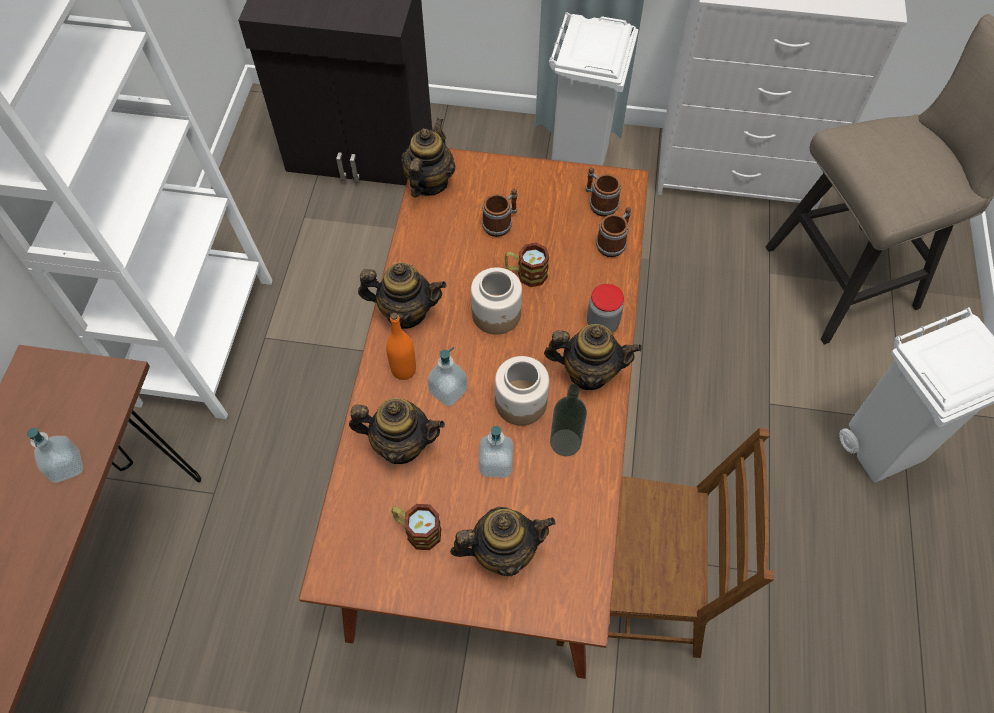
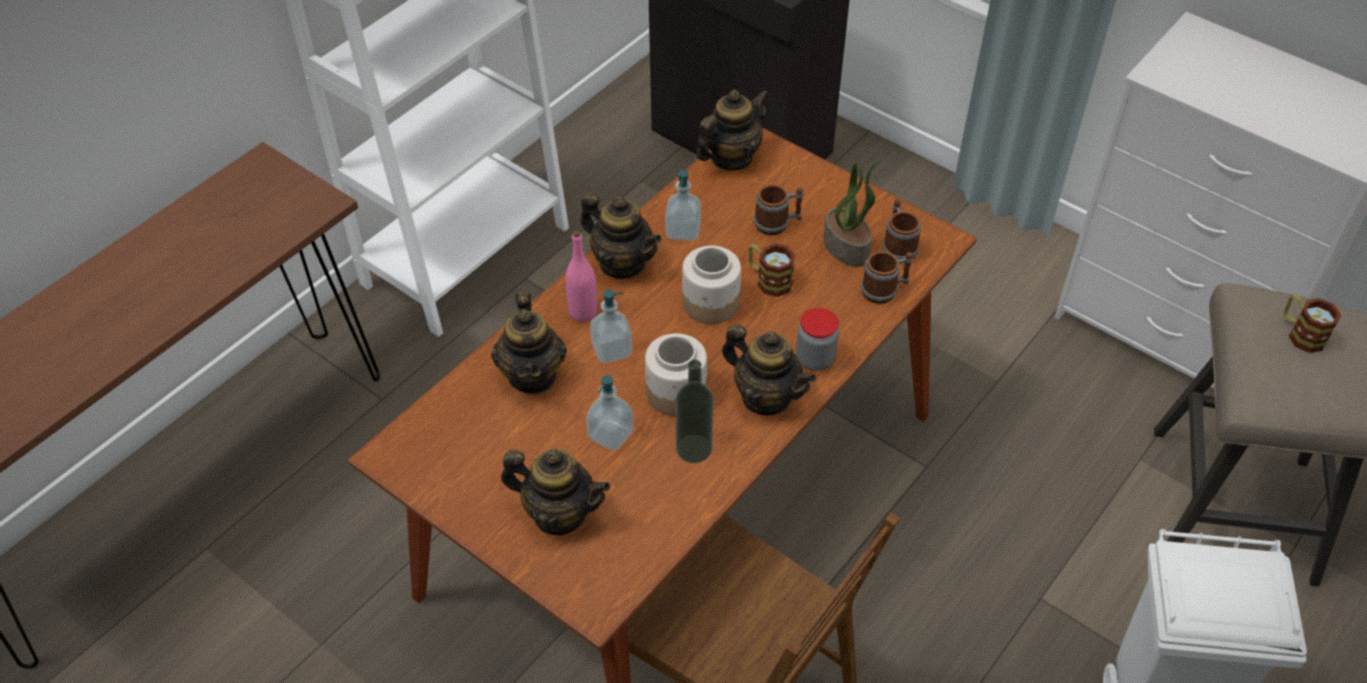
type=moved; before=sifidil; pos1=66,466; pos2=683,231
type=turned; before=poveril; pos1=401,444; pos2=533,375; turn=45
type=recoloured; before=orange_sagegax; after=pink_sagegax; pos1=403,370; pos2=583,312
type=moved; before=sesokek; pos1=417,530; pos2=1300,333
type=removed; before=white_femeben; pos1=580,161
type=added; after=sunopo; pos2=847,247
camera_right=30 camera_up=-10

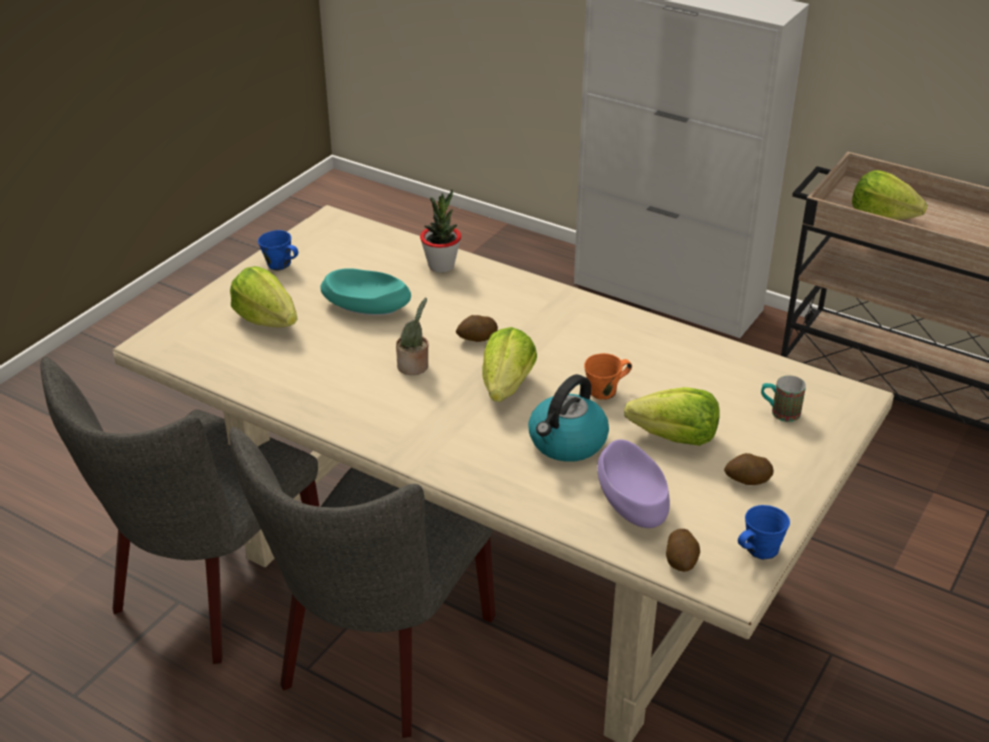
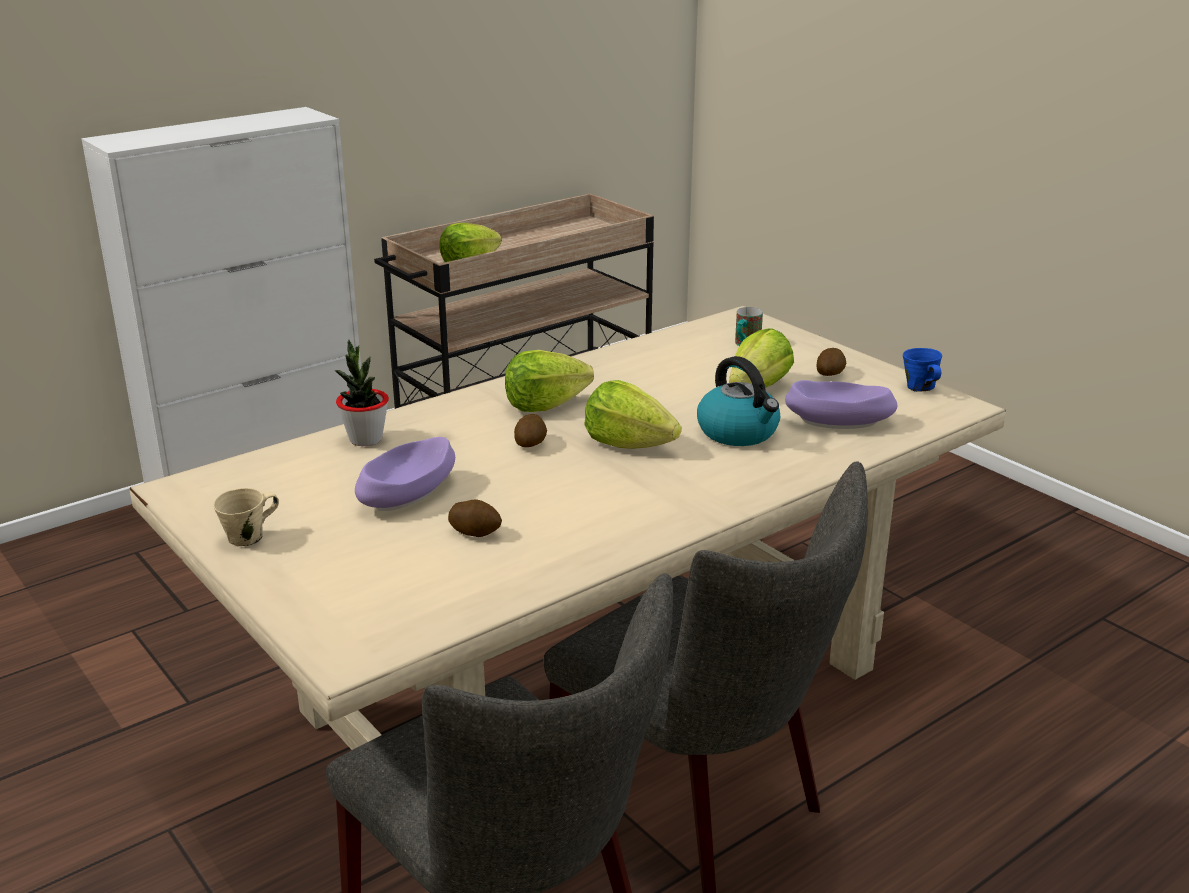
type=moved; before=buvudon; pos1=267,320; pos2=545,405
type=recoloured; before=blue_sesokek; after=beige_sesokek; pos1=280,265; pos2=248,537
type=recoloured; before=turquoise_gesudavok; after=purple_gesudavok; pos1=367,306; pos2=408,494
type=removed; before=sunopo; pos1=414,367
type=removed; before=orange_sesokek; pos1=604,391
type=moved; before=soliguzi; pos1=681,561; pos2=475,532
camera_right=-70 camera_up=-10

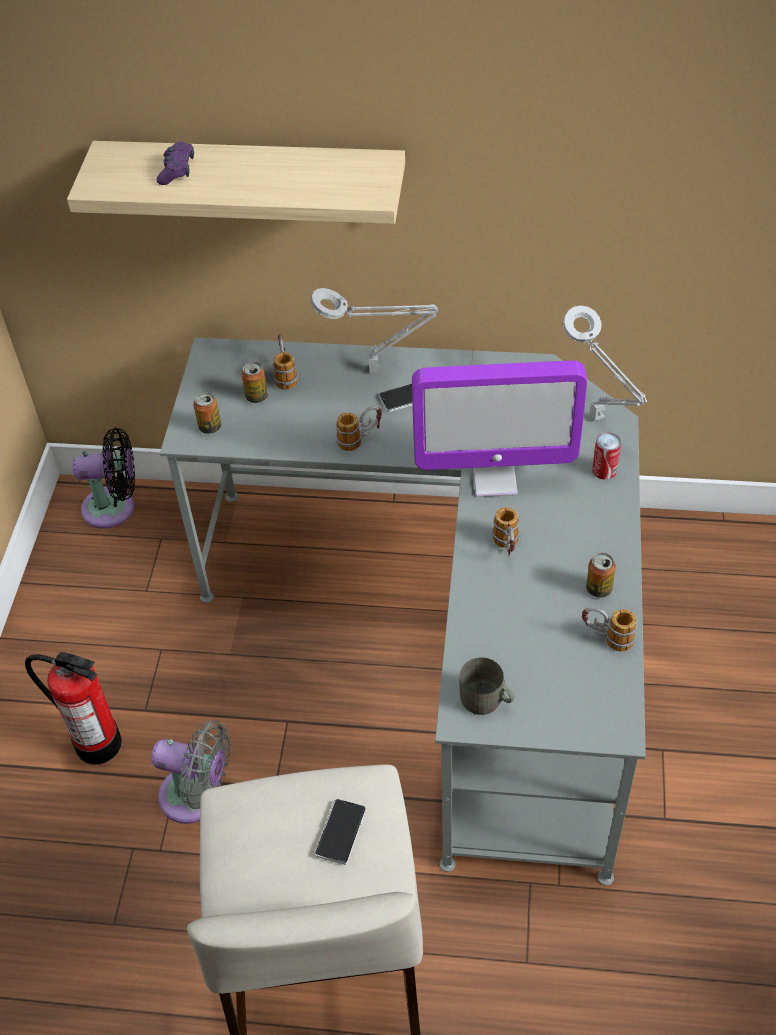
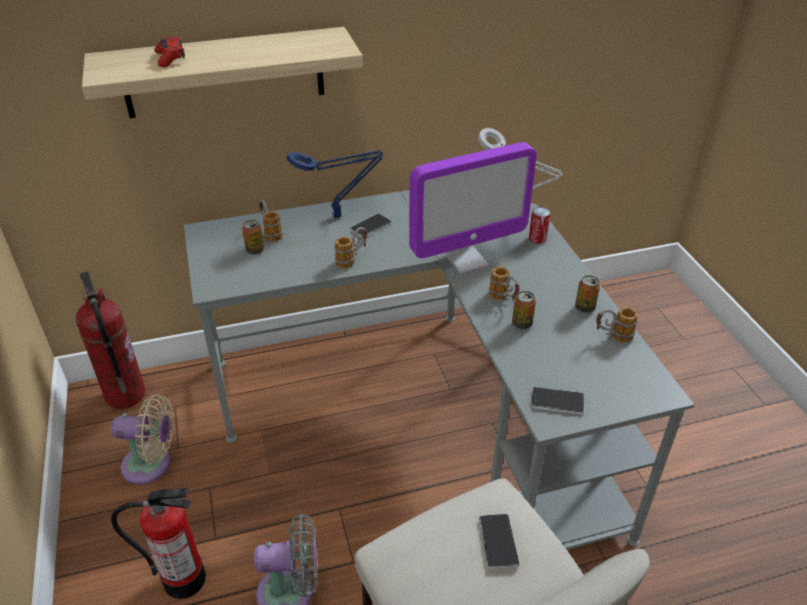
type=replaced; before=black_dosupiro; after=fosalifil; pos1=114,507; pos2=125,395
type=recoloured; before=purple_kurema; after=red_kurema; pos1=177,170; pos2=170,58
type=moved; before=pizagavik; pos1=210,427; pos2=522,324
type=recoloured; before=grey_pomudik; after=blue_pomudik; pos1=378,370; pos2=339,215
type=replaced; before=grey_sesokek; after=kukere; pos1=486,700; pos2=557,402
type=added; after=beige_dosupiro; pos2=152,465
camera_right=-25 camera_up=-10

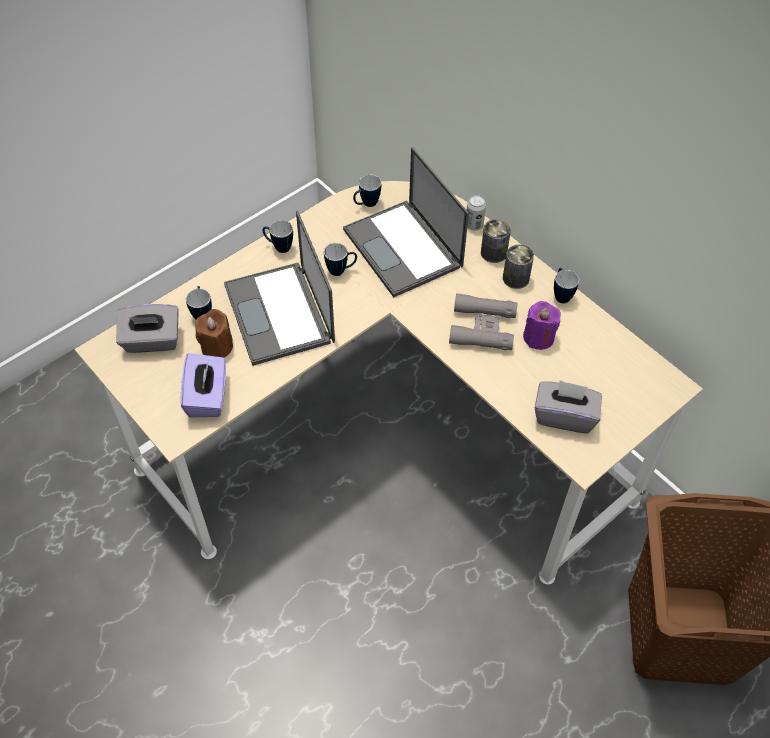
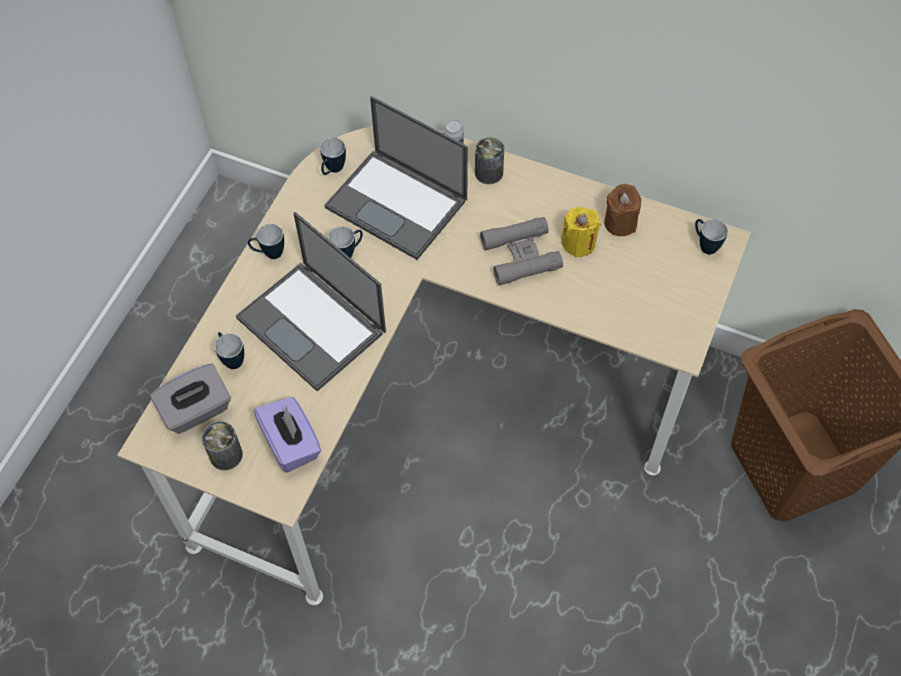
type=moved; before=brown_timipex; pos1=217,347; pos2=620,223
type=moved; before=pizagavik; pos1=516,278; pos2=226,455
type=recoloured; before=purple_timipex; after=yellow_timipex; pos1=538,337; pos2=578,243
type=removed; before=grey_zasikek; pos1=564,416
type=moved; before=sesokek; pos1=561,294; pos2=704,245
camera_right=-25 camera_up=5

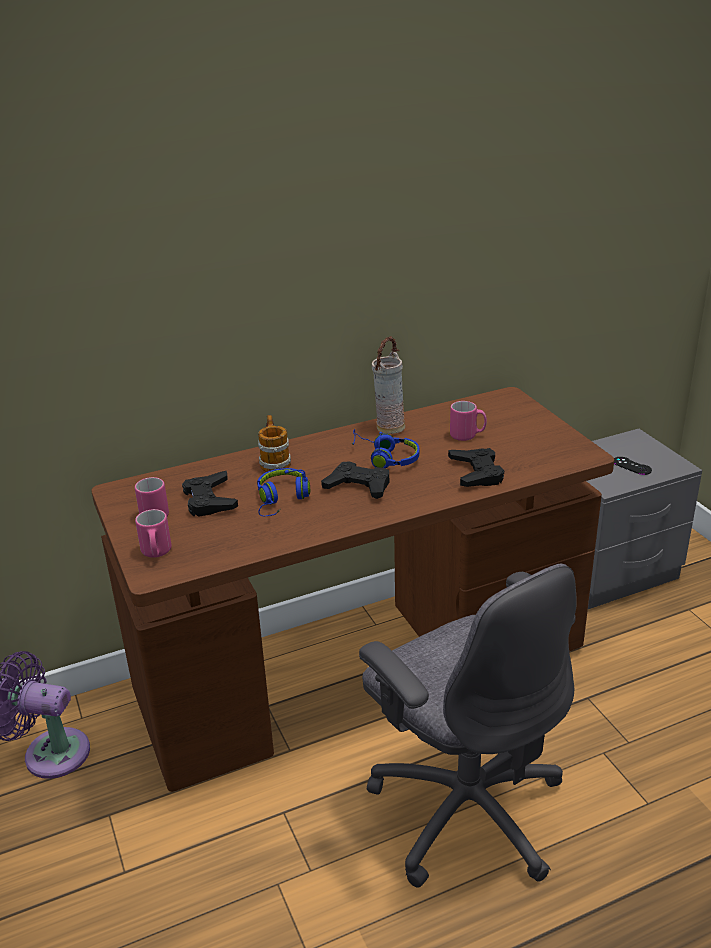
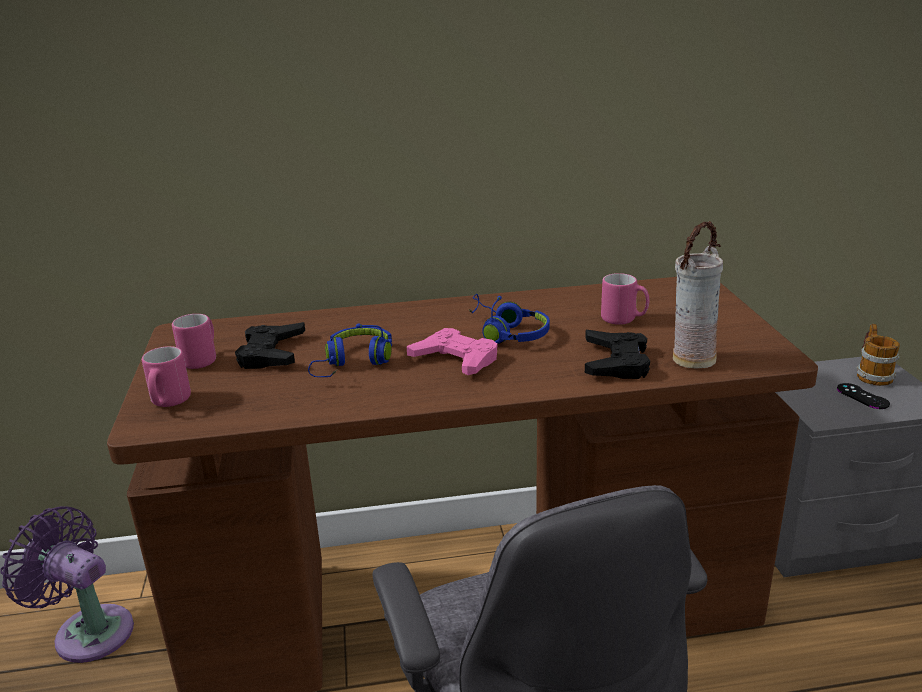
type=moved; before=sesokek; pos1=274,461; pos2=871,374
type=recoloured; before=black_kurema; after=pink_kurema; pos1=358,486; pos2=455,359
type=moved; before=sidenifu; pos1=389,427; pos2=691,359
camera_right=15 camera_up=-5

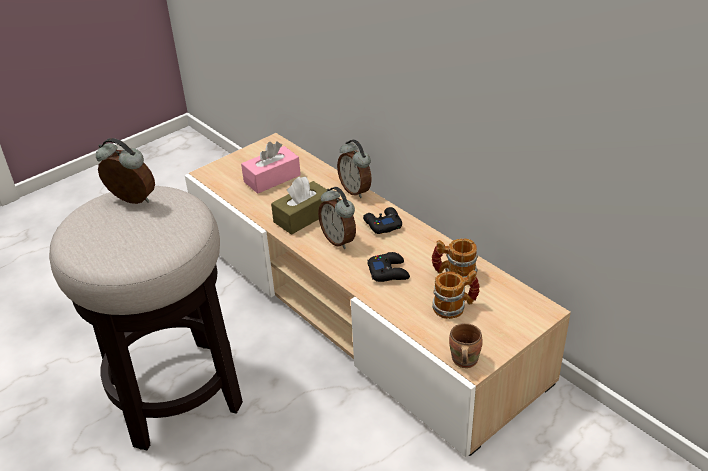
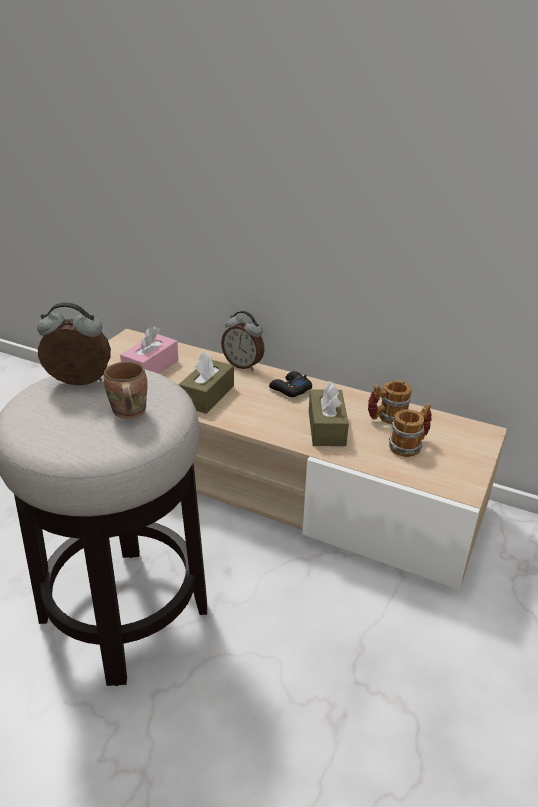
type=removed; before=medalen; pos1=339,240
type=replaced; before=black_kurema; after=brown_zasikek; pos1=389,272; pos2=326,428
type=moved; before=brown_sesokek; pos1=463,361; pos2=127,412
camera_right=-25 camera_up=-5

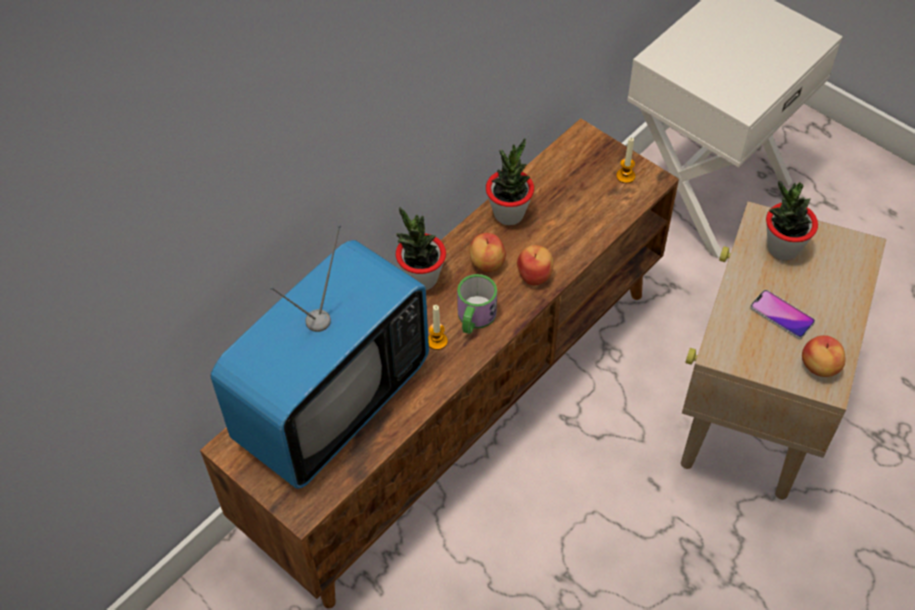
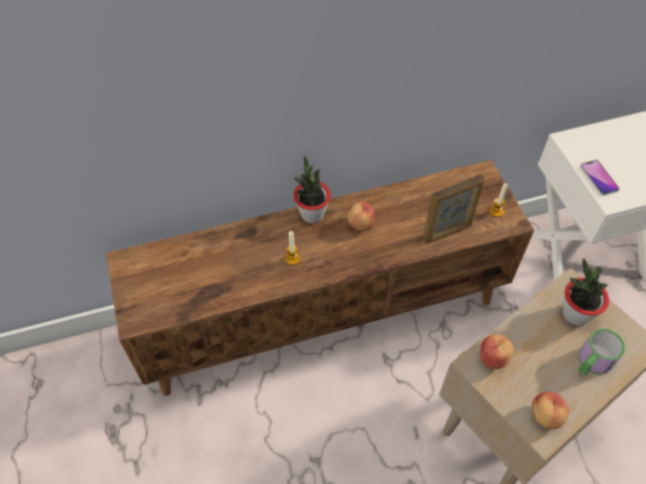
type=removed; before=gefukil; pos1=332,403
type=moved; before=sesokek; pos1=474,318; pos2=591,363
type=removed; before=sunopo; pos1=509,214
type=moved; before=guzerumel; pos1=535,275; pos2=493,358
type=moved; before=kukere; pos1=781,315; pos2=599,178
type=added; after=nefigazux; pos2=447,232
camera_right=30 camera_up=0

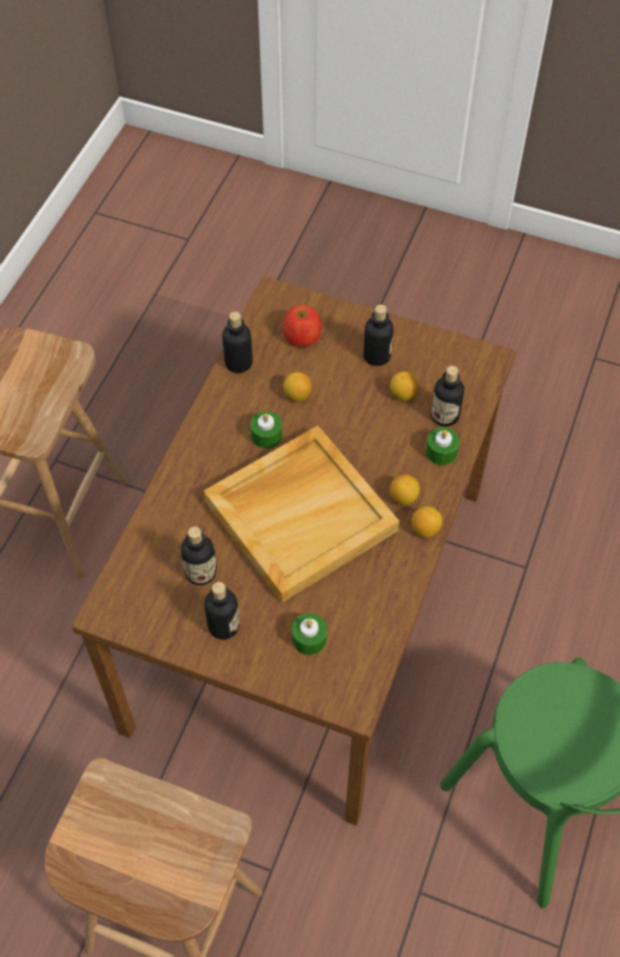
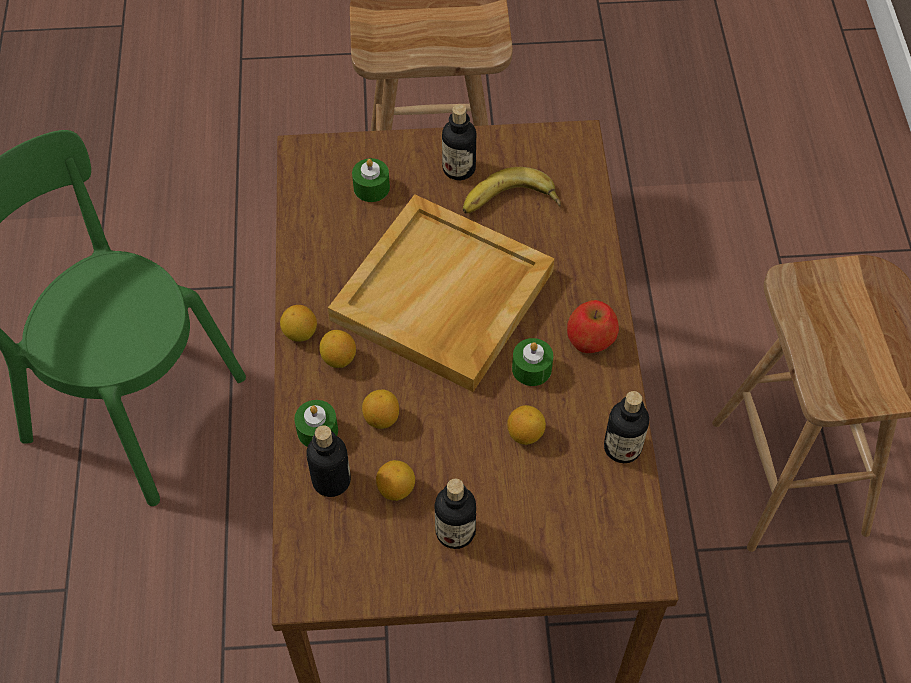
type=replaced; before=sagegax; after=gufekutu; pos1=201,572; pos2=510,204
type=moved; before=guzerumel; pos1=302,336; pos2=590,338
type=added; after=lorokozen; pos2=381,418
camera_right=155 camera_up=0

